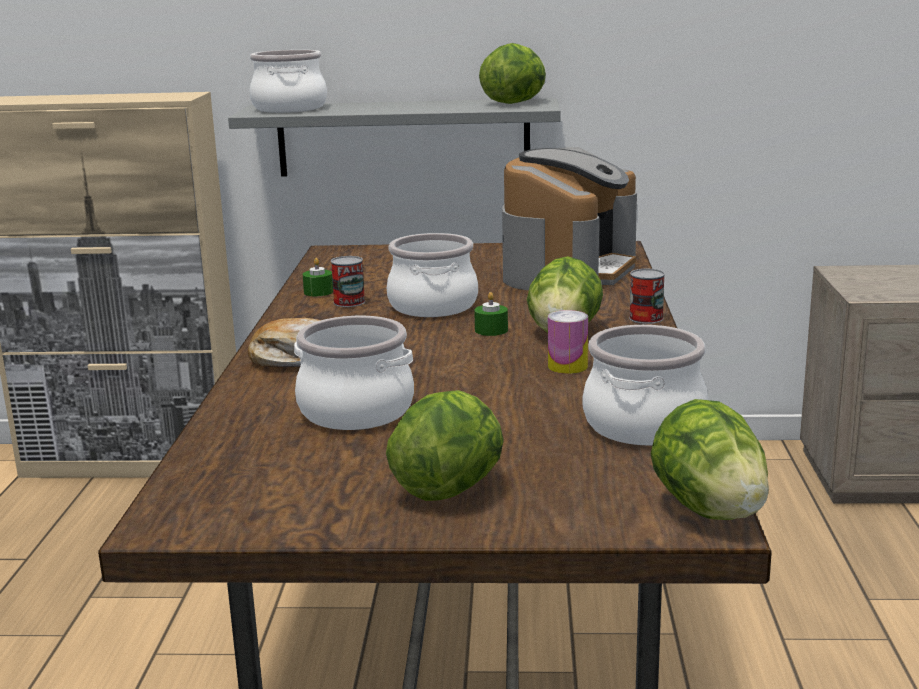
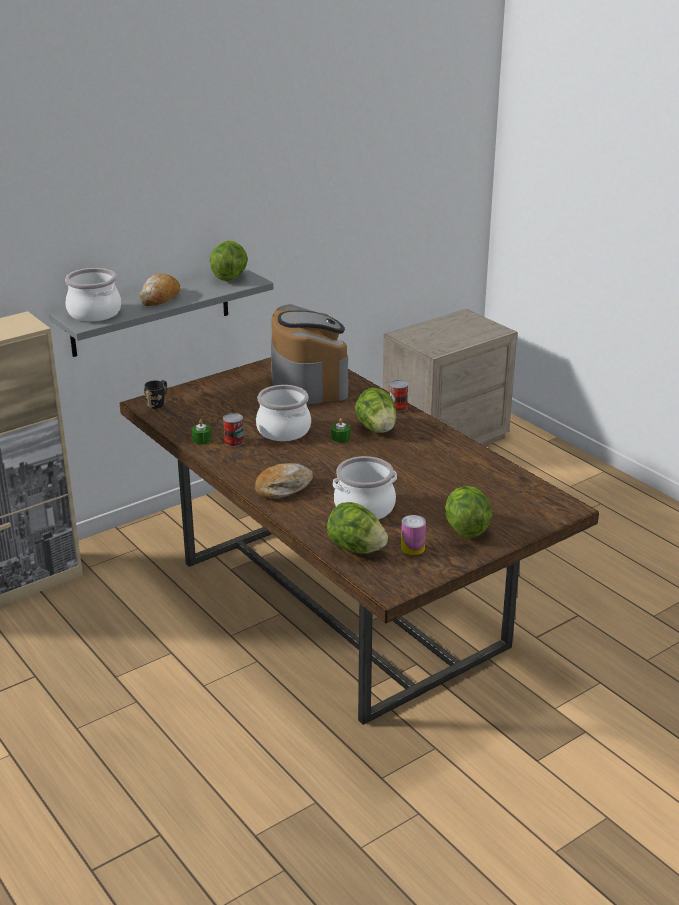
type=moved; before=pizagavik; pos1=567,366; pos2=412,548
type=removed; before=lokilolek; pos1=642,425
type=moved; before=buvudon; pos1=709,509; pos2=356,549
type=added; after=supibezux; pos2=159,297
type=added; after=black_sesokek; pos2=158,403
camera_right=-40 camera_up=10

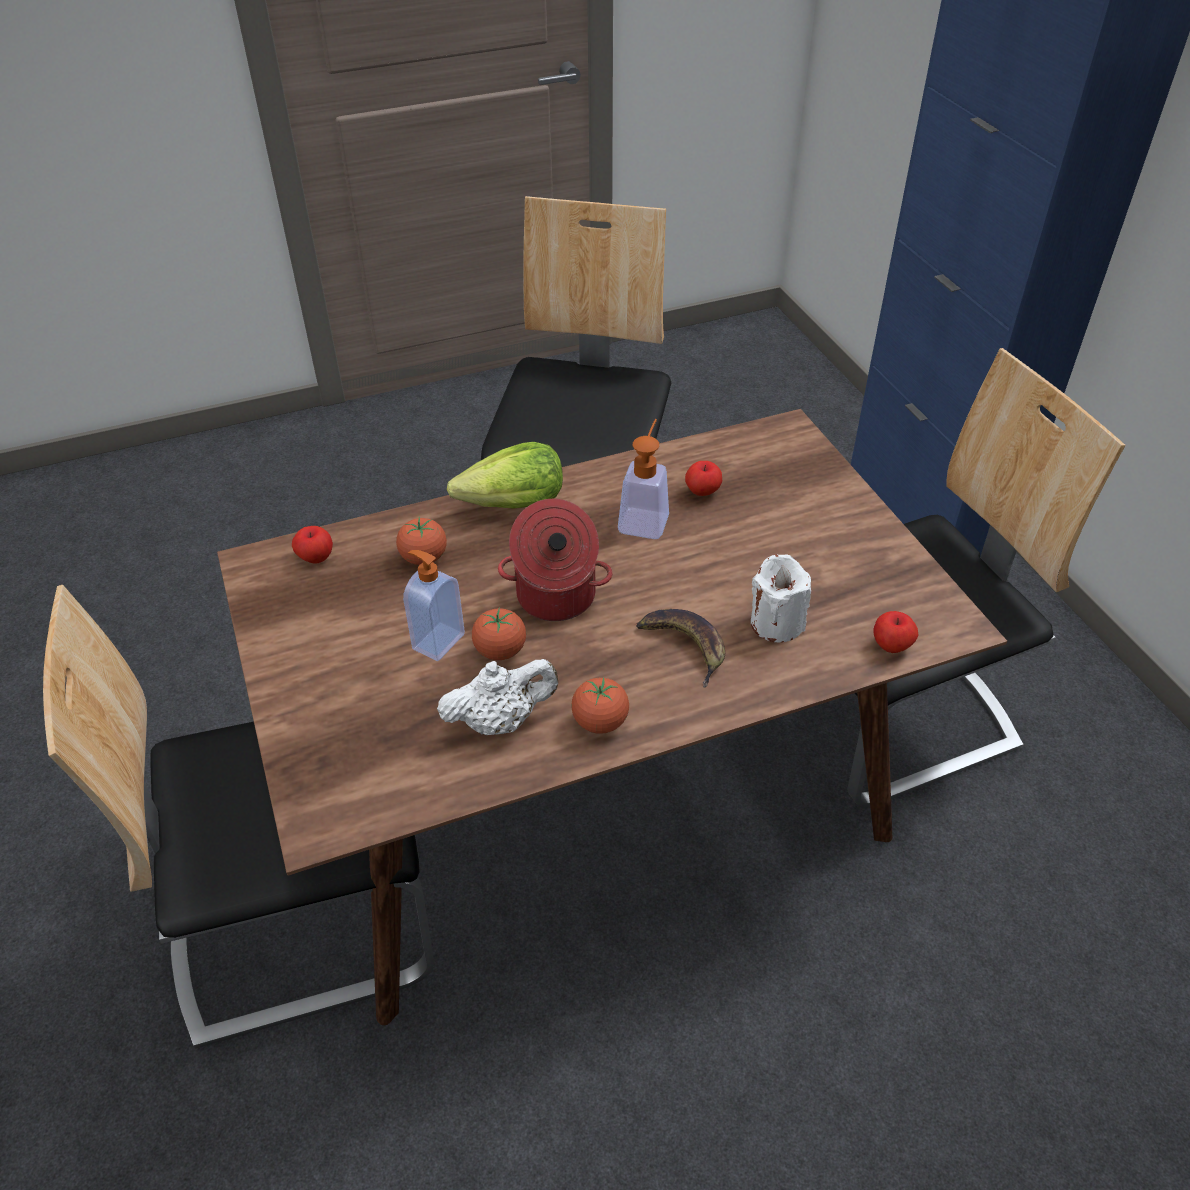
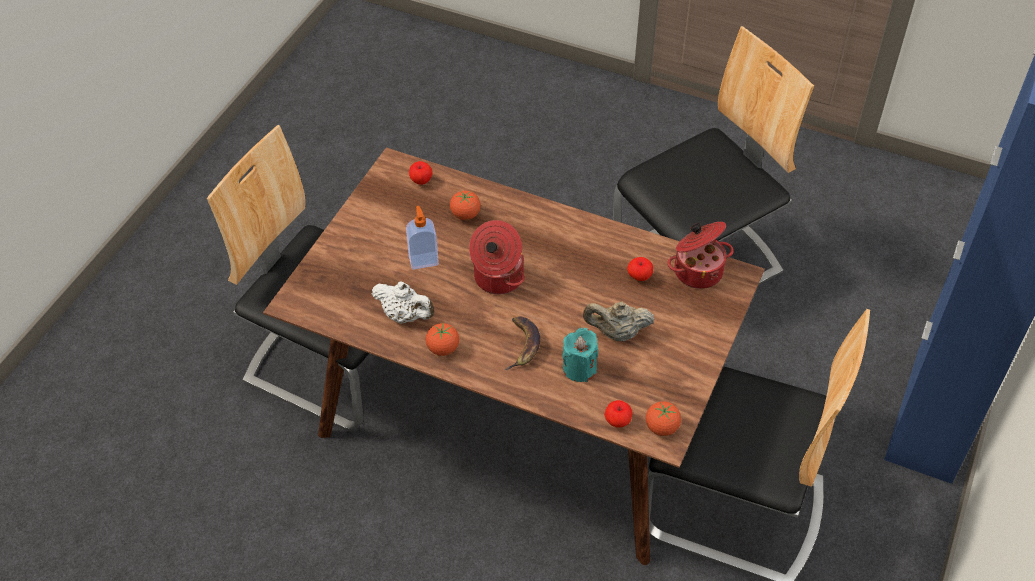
type=removed; before=buvudon; pos1=513,505
type=moved; before=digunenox; pos1=500,651; pos2=662,427
type=removed; before=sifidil; pos1=645,518
type=recoloured; before=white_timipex; after=turquoise_timipex; pos1=776,623; pos2=579,368
type=added; after=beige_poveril; pos2=617,333
type=added; after=lokilolek; pos2=697,270
camera_right=45 camera_up=5

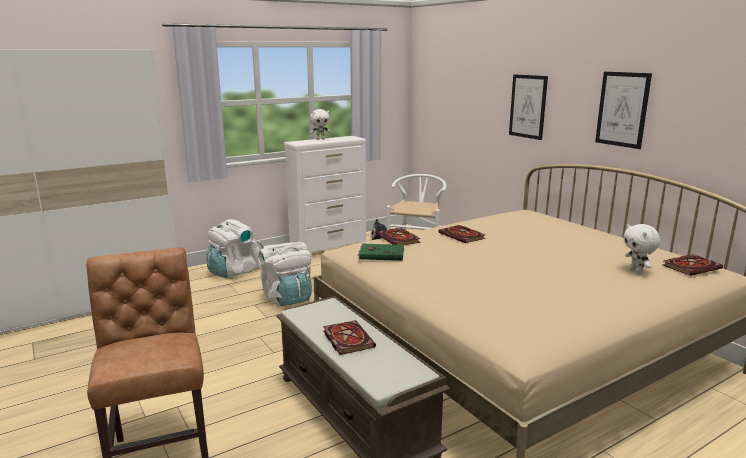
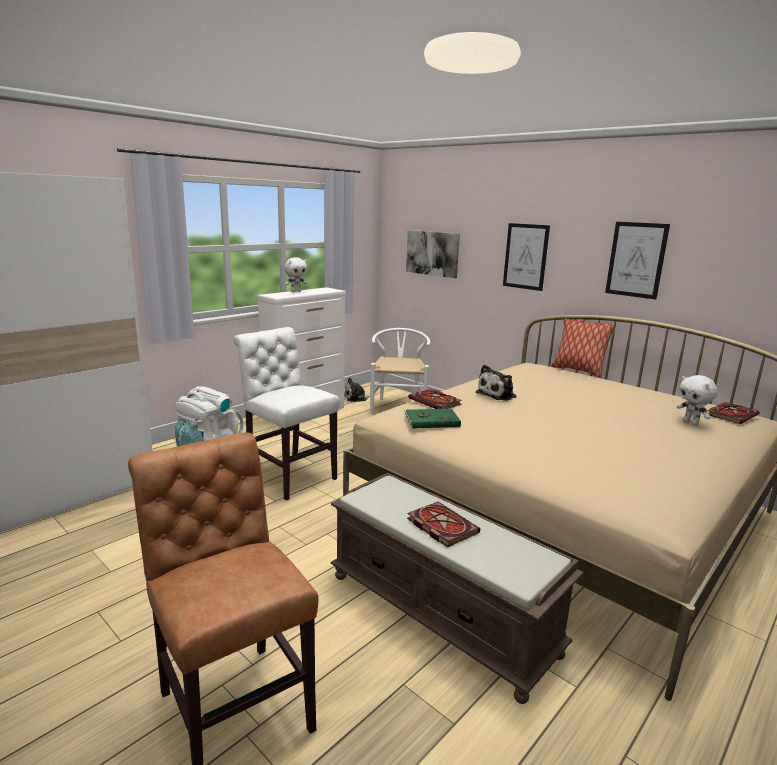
type=replaced; before=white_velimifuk; after=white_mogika; pos1=287,298; pos2=288,475
type=replaced; before=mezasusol; after=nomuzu; pos1=463,236; pos2=498,395
type=added; after=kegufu; pos2=432,253
type=added; after=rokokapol; pos2=578,371
camera_right=-15 camera_up=0

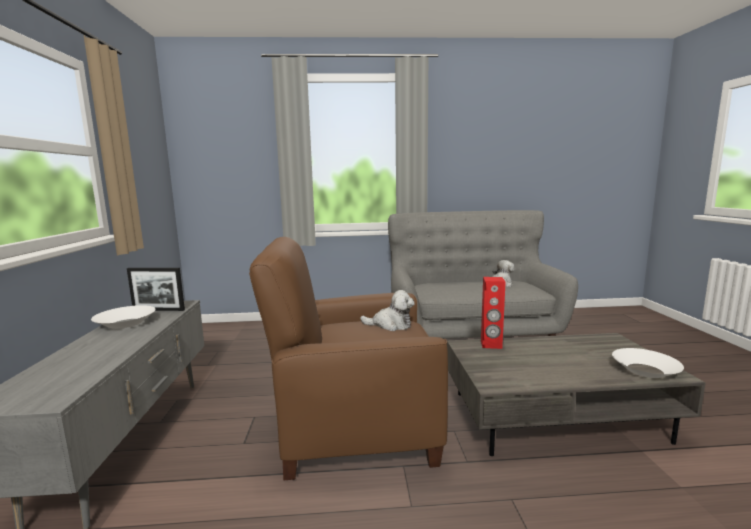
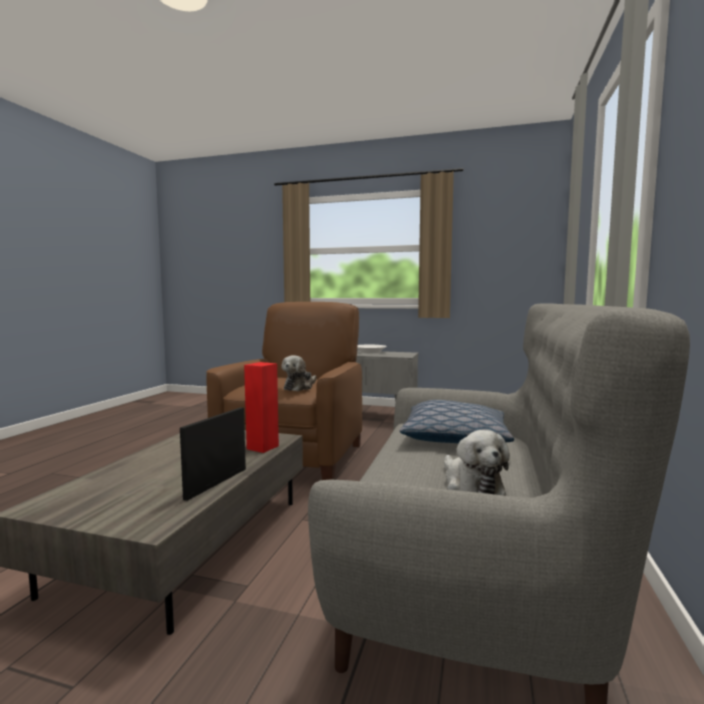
type=moved; before=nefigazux; pos1=158,310; pos2=216,483
type=removed; before=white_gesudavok; pos1=645,370
type=added; after=rokokapol; pos2=455,438
camera_right=110 camera_up=-5

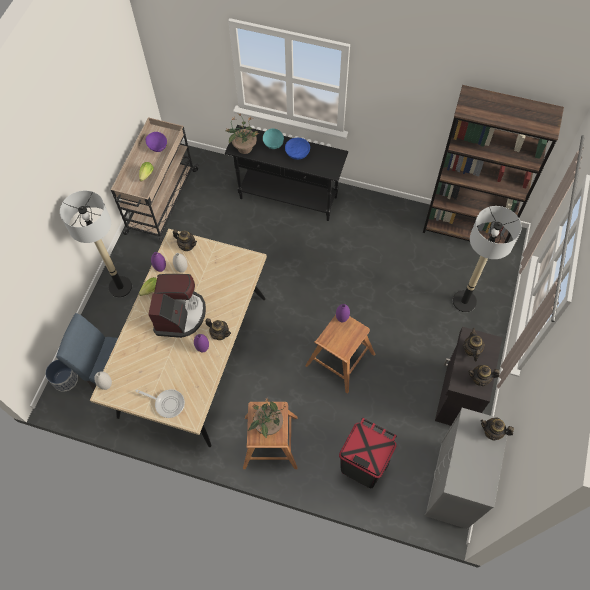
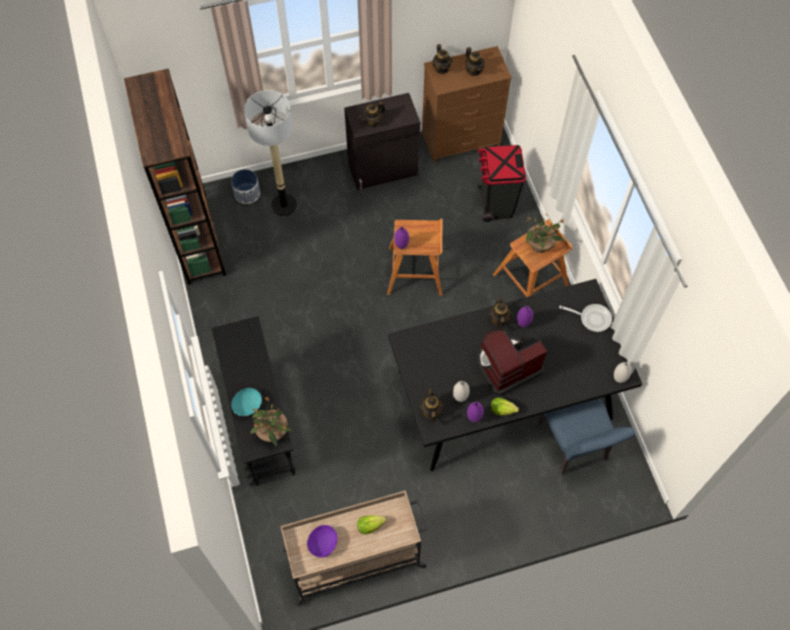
type=moved; before=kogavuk; pos1=65,379; pos2=247,193
type=removed; before=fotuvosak; pos1=120,287
type=recoloured; before=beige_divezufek; after=black_divezufek; pos1=193,355; pos2=503,395
type=turned; before=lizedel; pos1=167,403; pos2=592,318; turn=120
type=removed; before=blue_gesudavok; pos1=297,152
type=recoloured; before=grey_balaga; after=brown_balaga; pos1=453,485; pos2=461,139
type=moved; before=poveril; pos1=480,379; pos2=474,70
camera_right=-125 camera_up=0

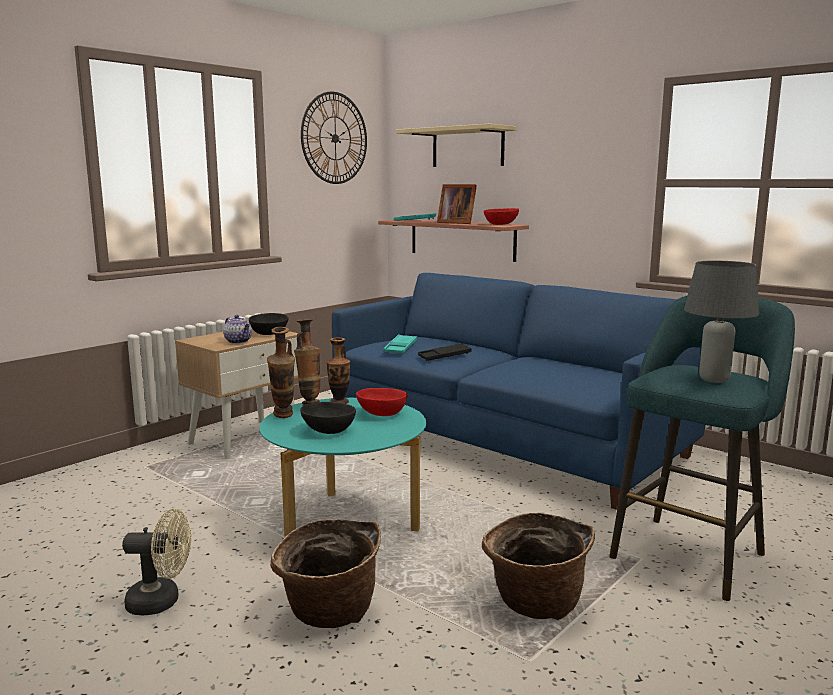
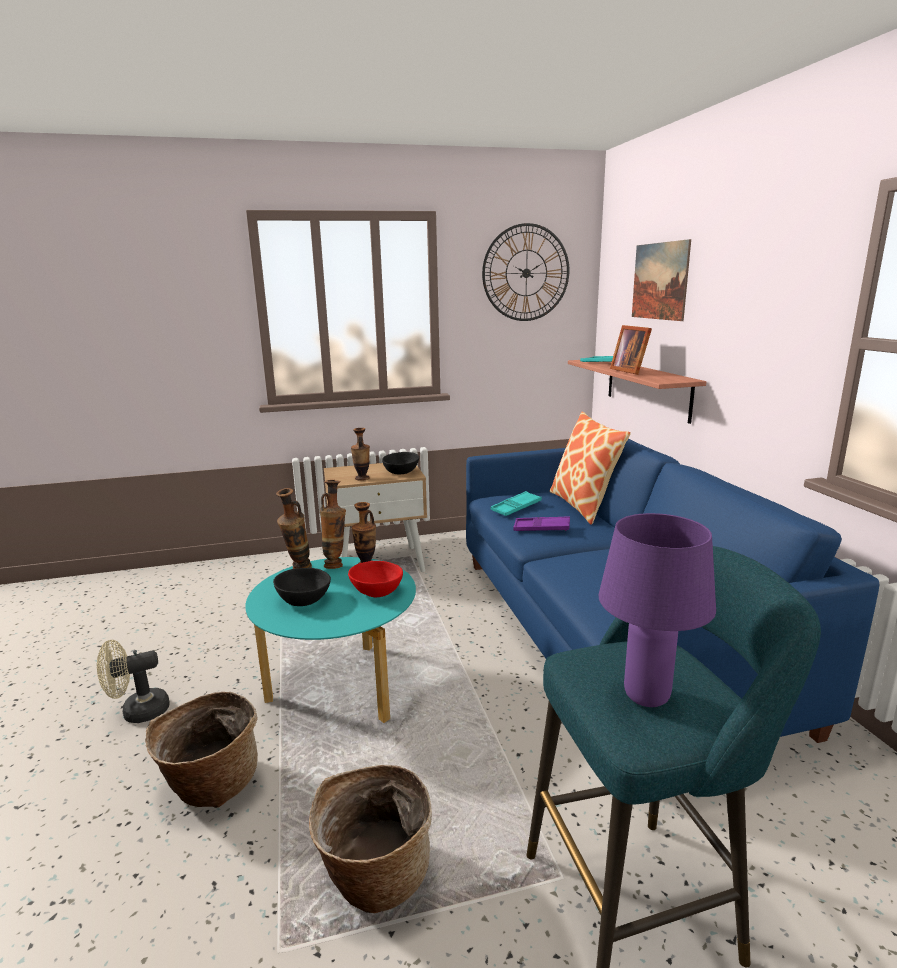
type=turned; before=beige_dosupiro; pos1=161,602; pos2=138,712; turn=120
type=replaced; before=poveril; after=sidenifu; pos1=239,341; pos2=362,478
type=replaced; before=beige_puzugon; after=kegufu; pos1=467,147; pos2=659,281
type=recoloured; before=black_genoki; after=purple_genoki; pos1=444,356; pos2=541,528
type=removed; before=red_gesudavok; pos1=501,224
type=recoloured; before=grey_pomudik; after=purple_pomudik; pos1=713,379; pos2=647,695
type=added; after=rokokapol; pos2=584,505
camera_right=35 camera_up=5

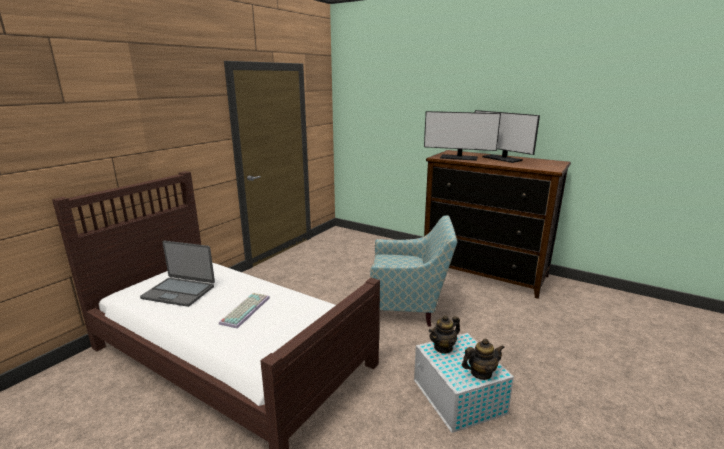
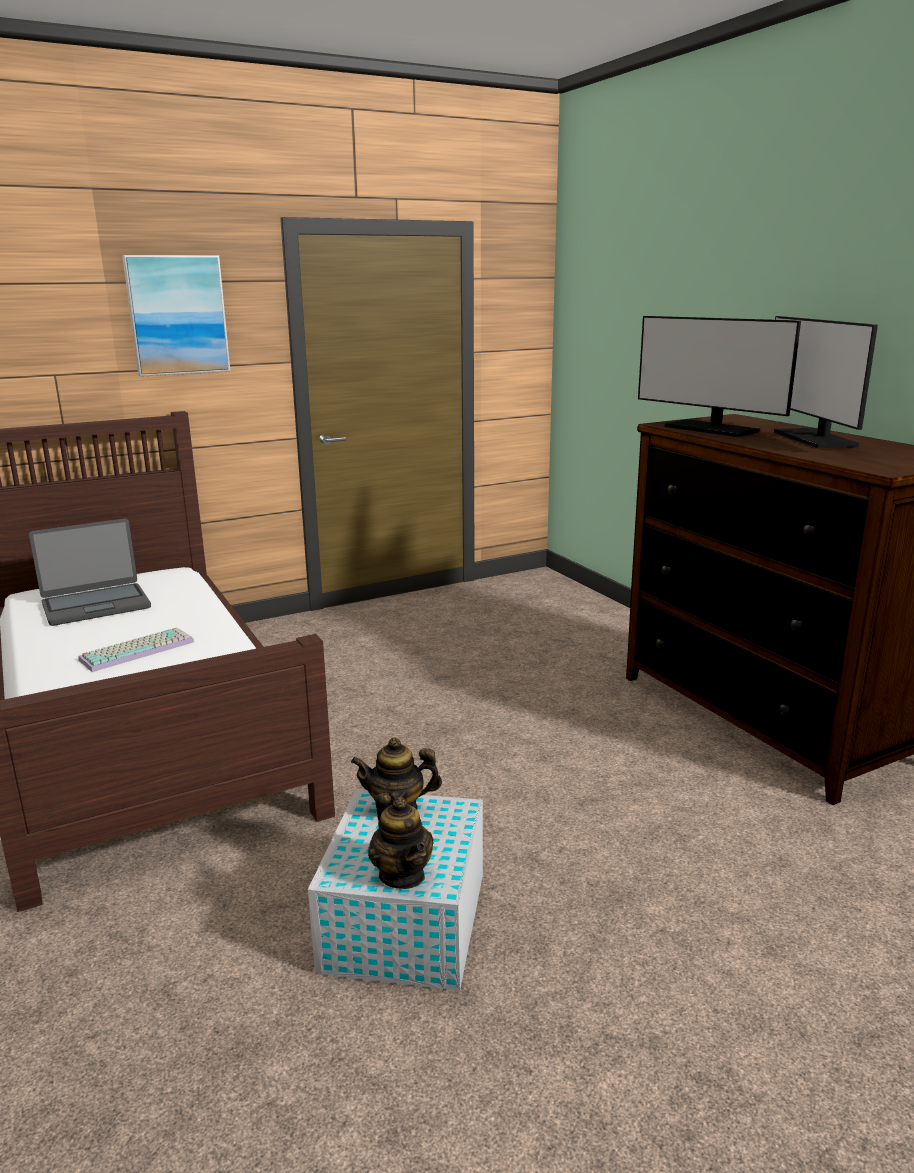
type=turned; before=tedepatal; pos1=179,292; pos2=96,605; turn=-75
type=removed; before=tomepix; pos1=409,307
type=turned; before=poveril; pos1=481,373; pos2=402,875; turn=45
type=added; after=kegufu; pos2=177,315
camera_right=30 camera_up=0

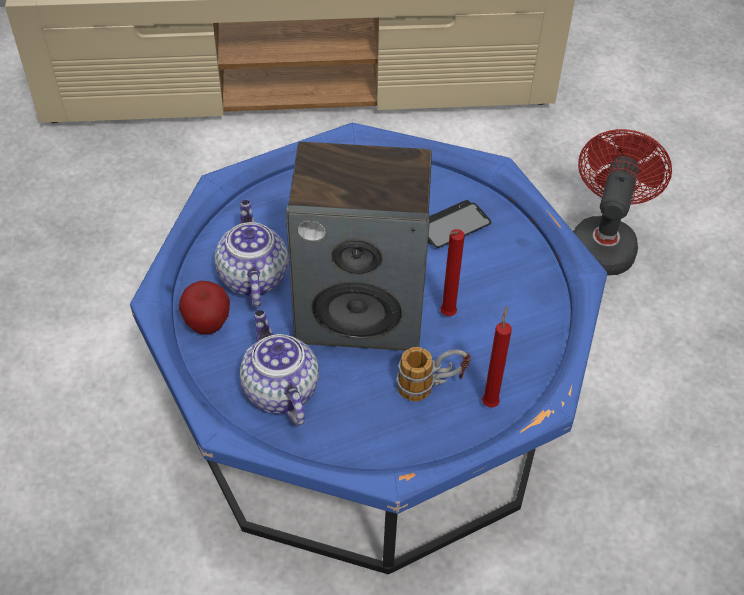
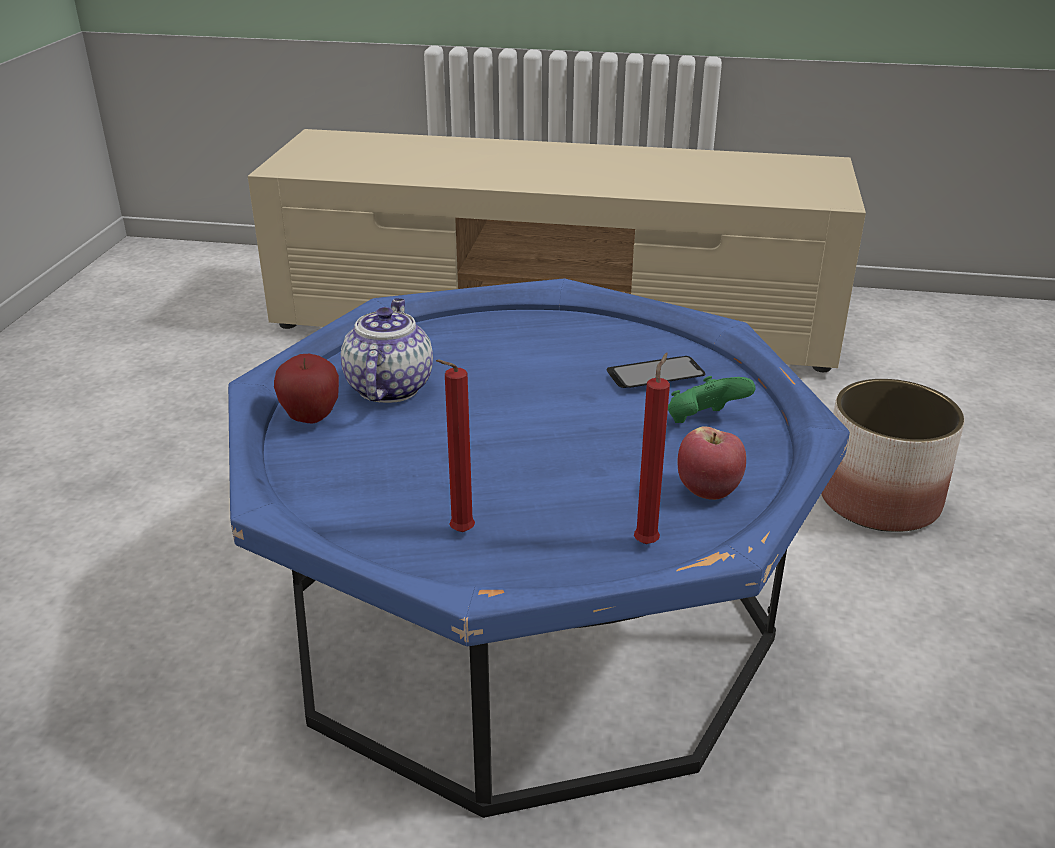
type=removed; before=poveril; pos1=279,389
type=removed; before=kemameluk; pos1=361,312
type=removed; before=sesokek; pos1=431,386
type=moved; before=red_timipex; pos1=446,315; pos2=458,533
type=replaced; before=red_dosupiro; after=kogavuk; pos1=603,241; pos2=877,500
type=added; after=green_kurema; pos2=703,422
type=added; after=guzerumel; pos2=708,491
camera_right=15 camera_up=-20

